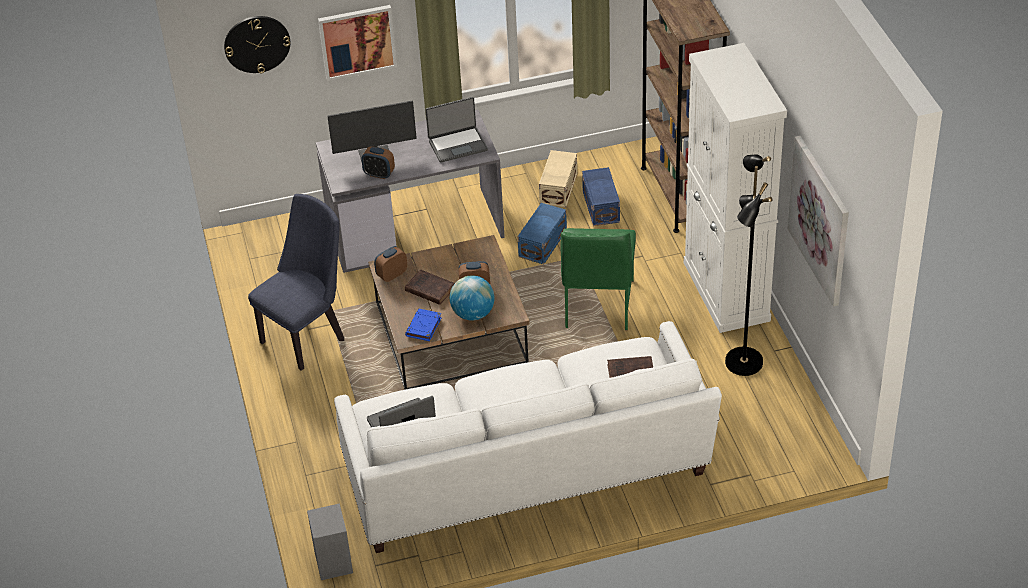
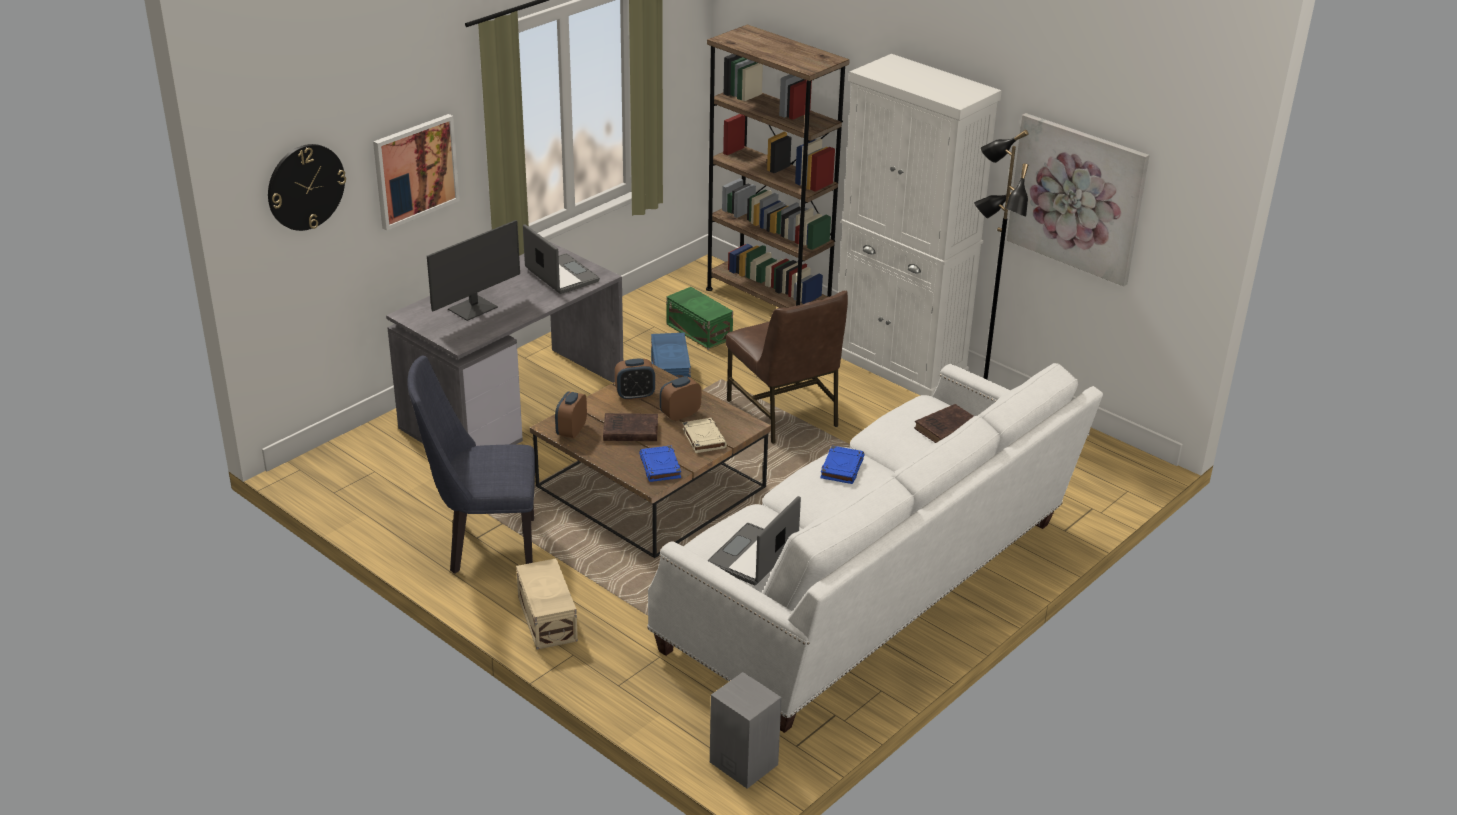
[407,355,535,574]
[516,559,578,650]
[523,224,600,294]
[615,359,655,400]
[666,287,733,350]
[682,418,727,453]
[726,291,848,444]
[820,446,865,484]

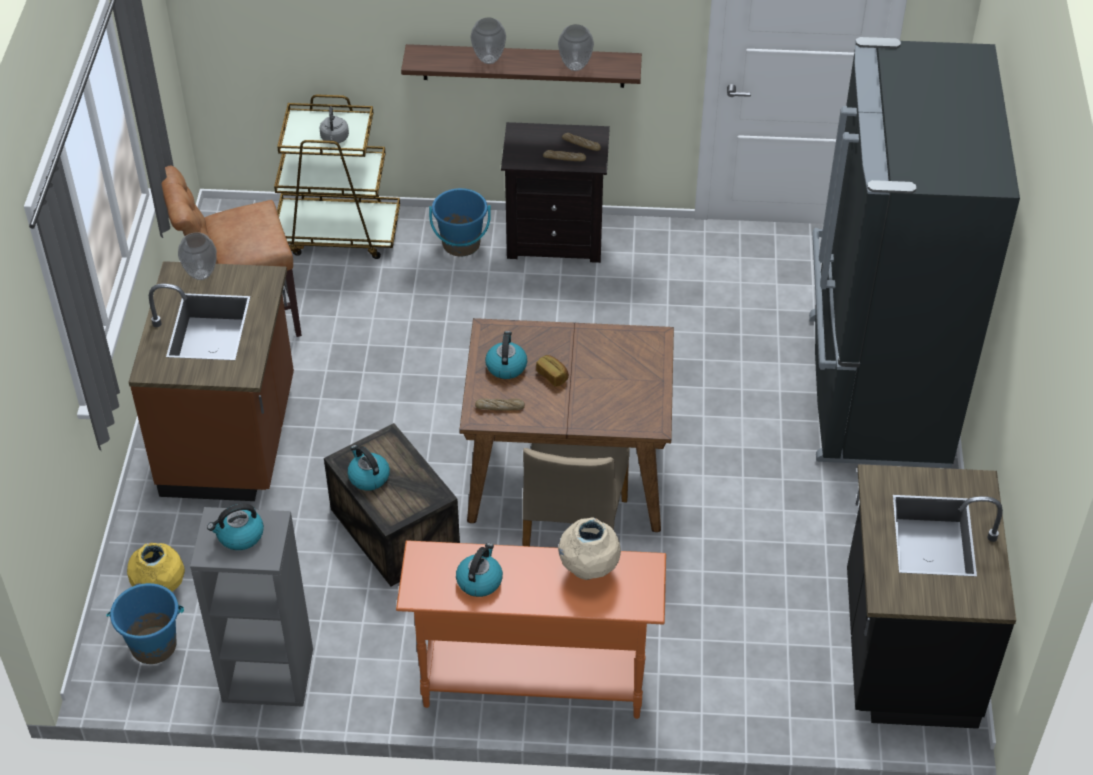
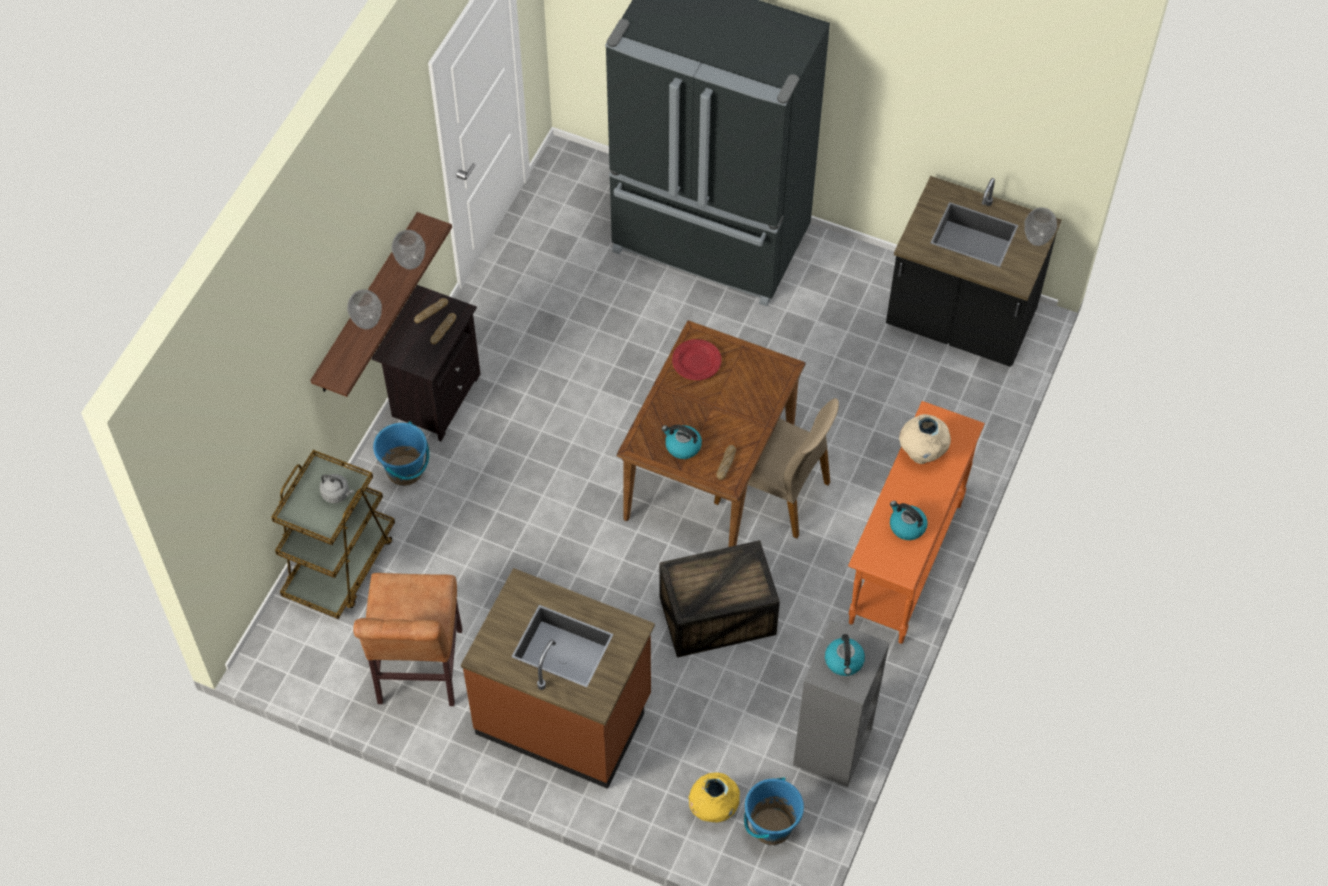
[672,339,721,380]
[1024,207,1057,246]
[347,445,390,490] (first image)
[536,355,569,387] (first image)

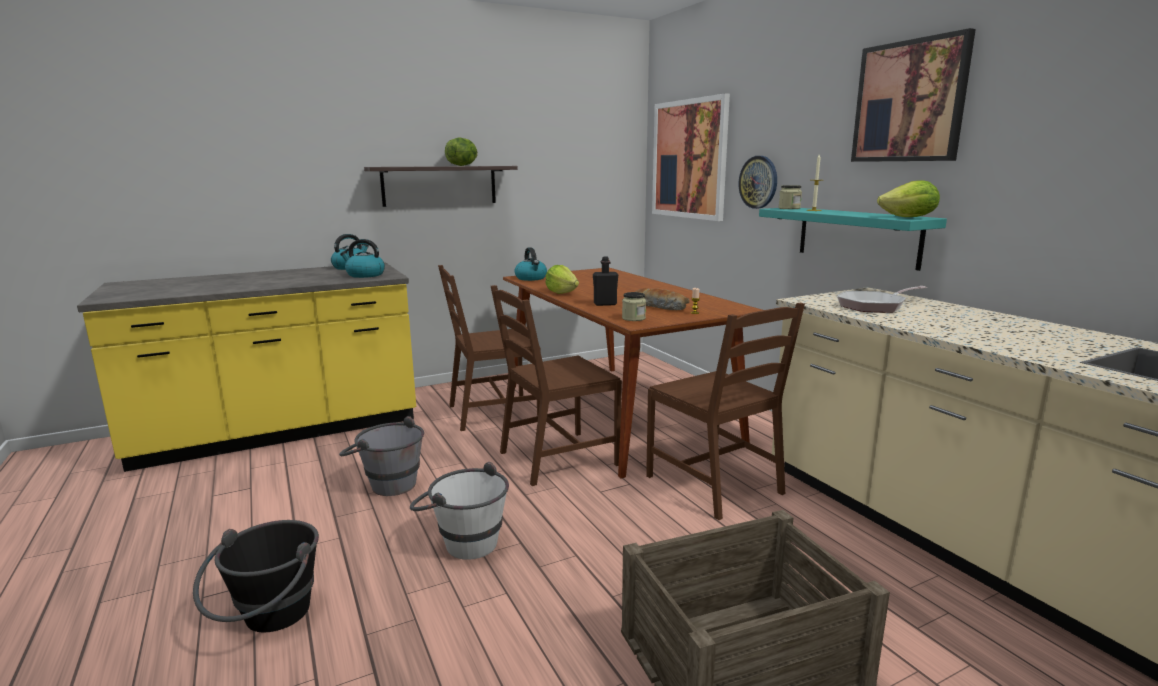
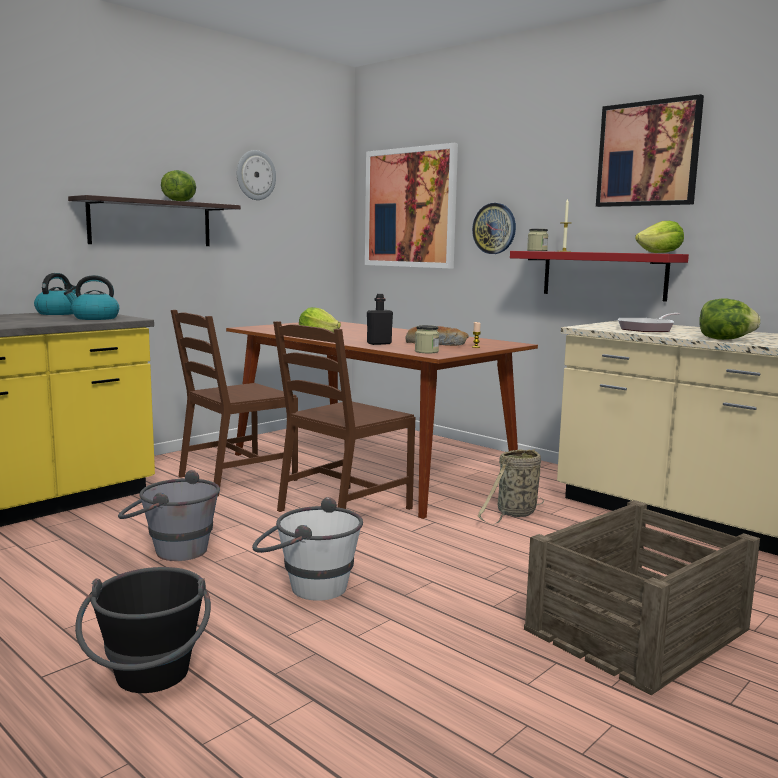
[237,150,276,200]
[478,449,544,525]
[510,251,689,302]
[700,299,761,340]
[515,247,547,281] (first image)

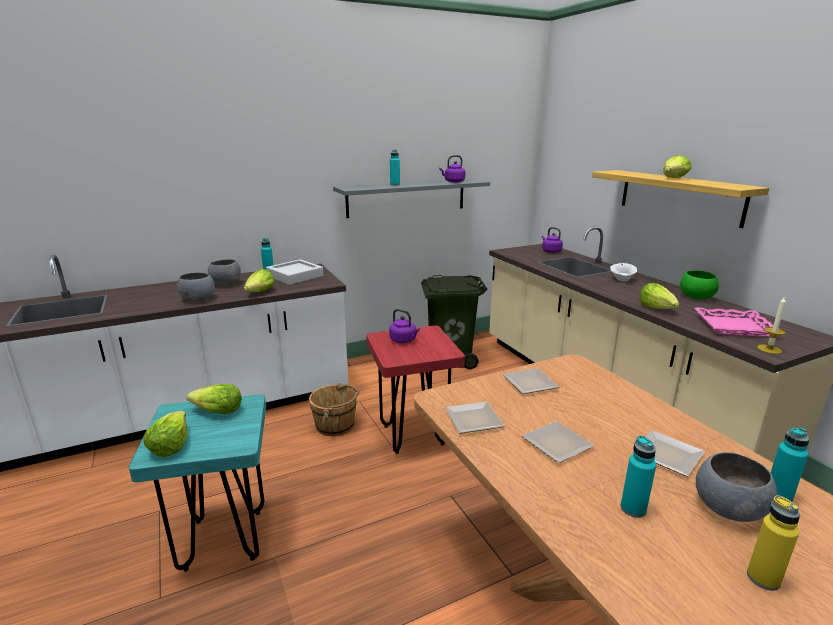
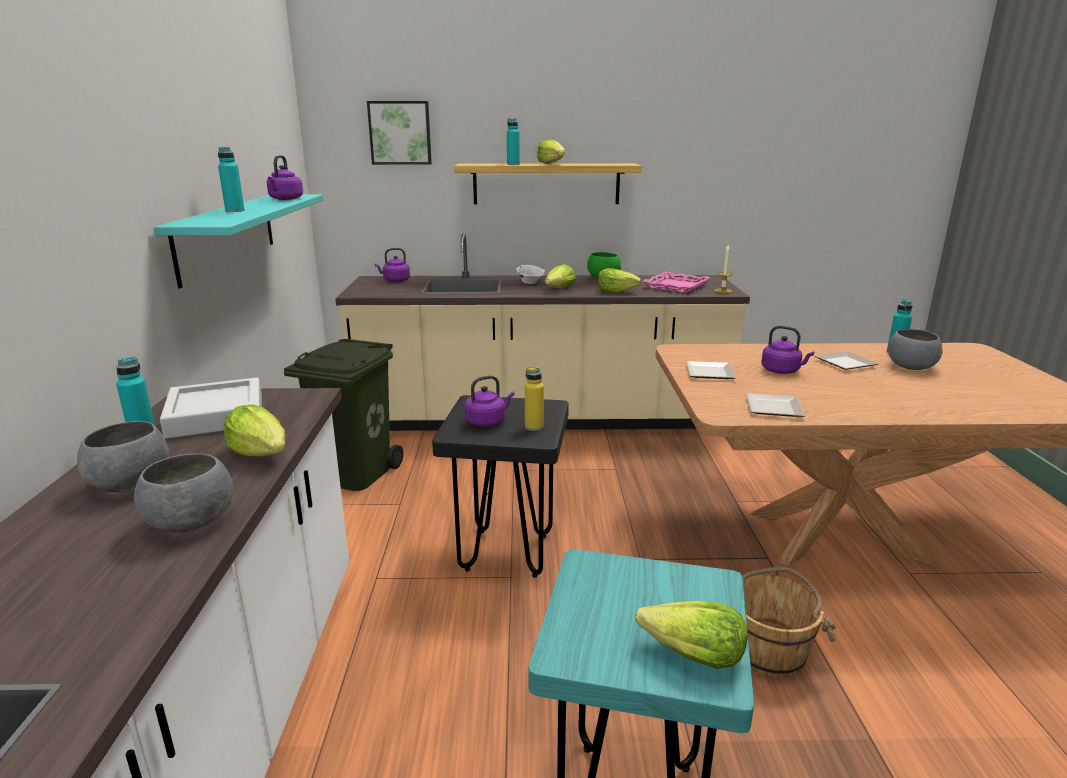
[153,194,324,288]
[367,101,432,165]
[432,395,569,578]
[507,118,520,165]
[525,367,544,431]
[545,264,576,288]
[743,567,836,677]
[761,326,815,374]
[522,421,595,463] (first image)

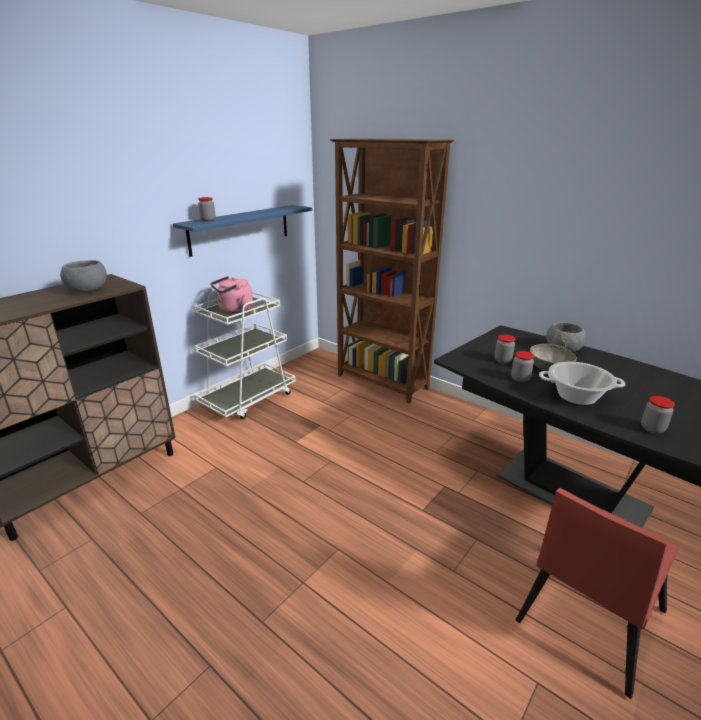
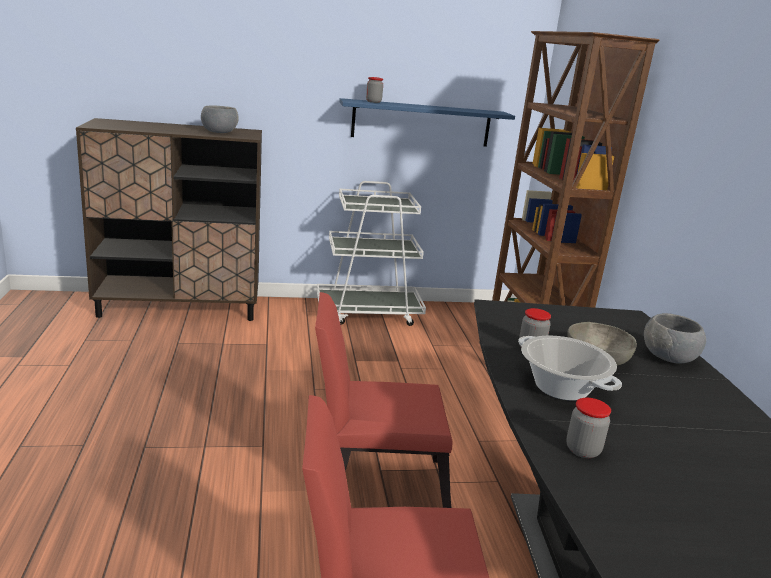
[315,292,453,508]
[211,276,253,313] (first image)
[494,334,515,364] (first image)

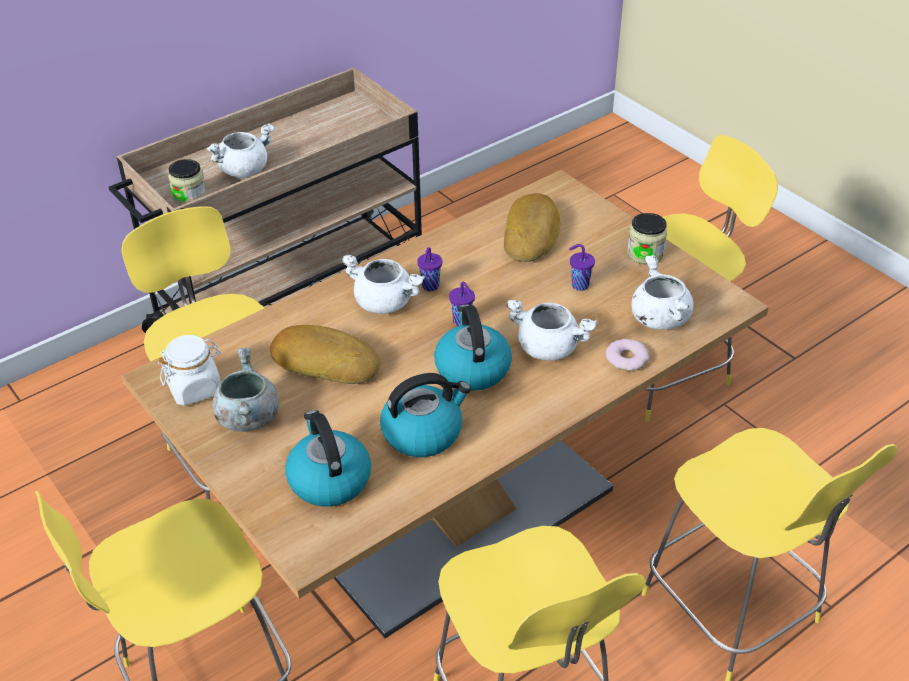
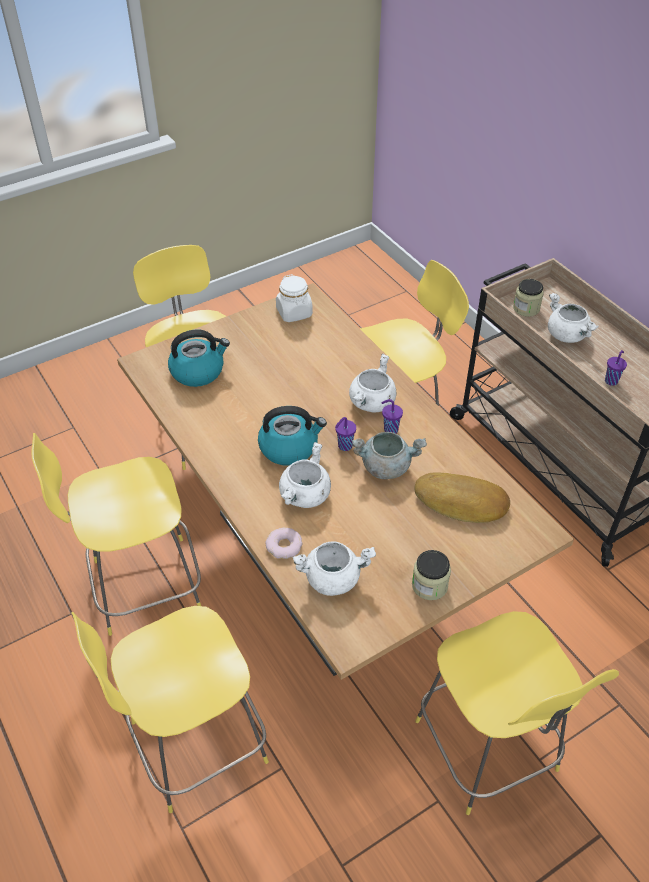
[352,432,427,479]
[605,350,627,386]
[270,325,380,384] (first image)
[380,373,471,457] (first image)

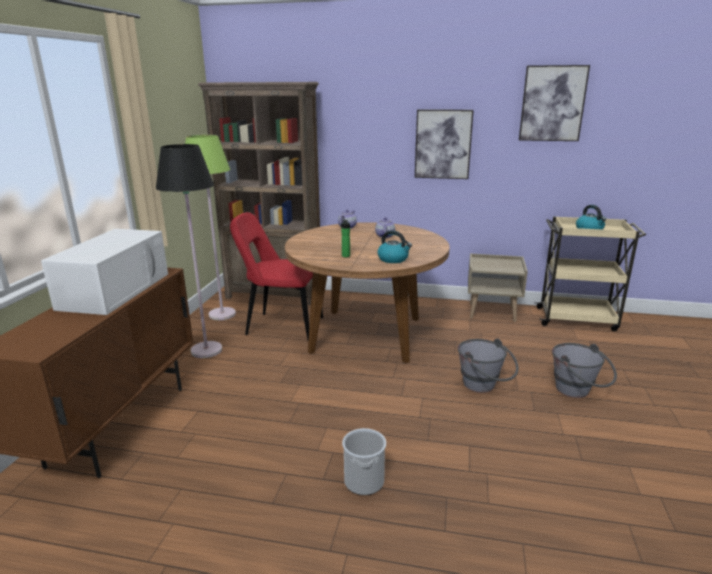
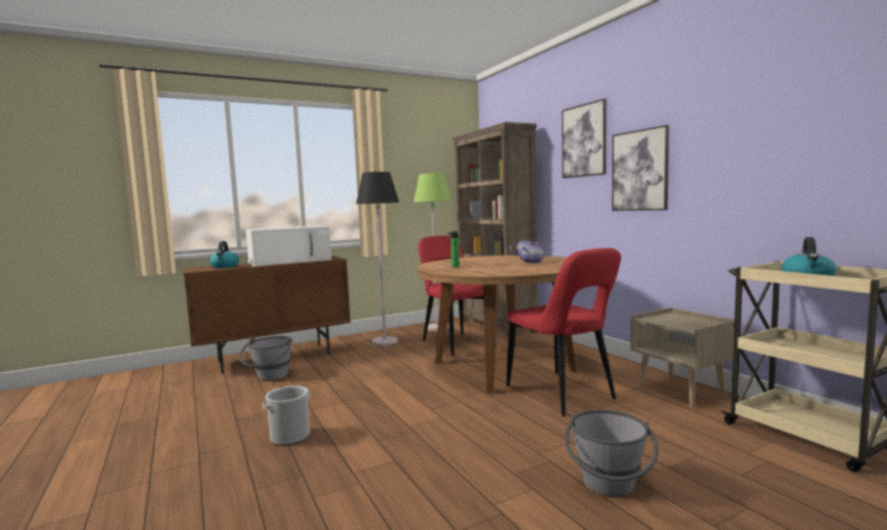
[209,241,239,268]
[239,336,293,381]
[506,248,621,416]
[562,99,607,178]

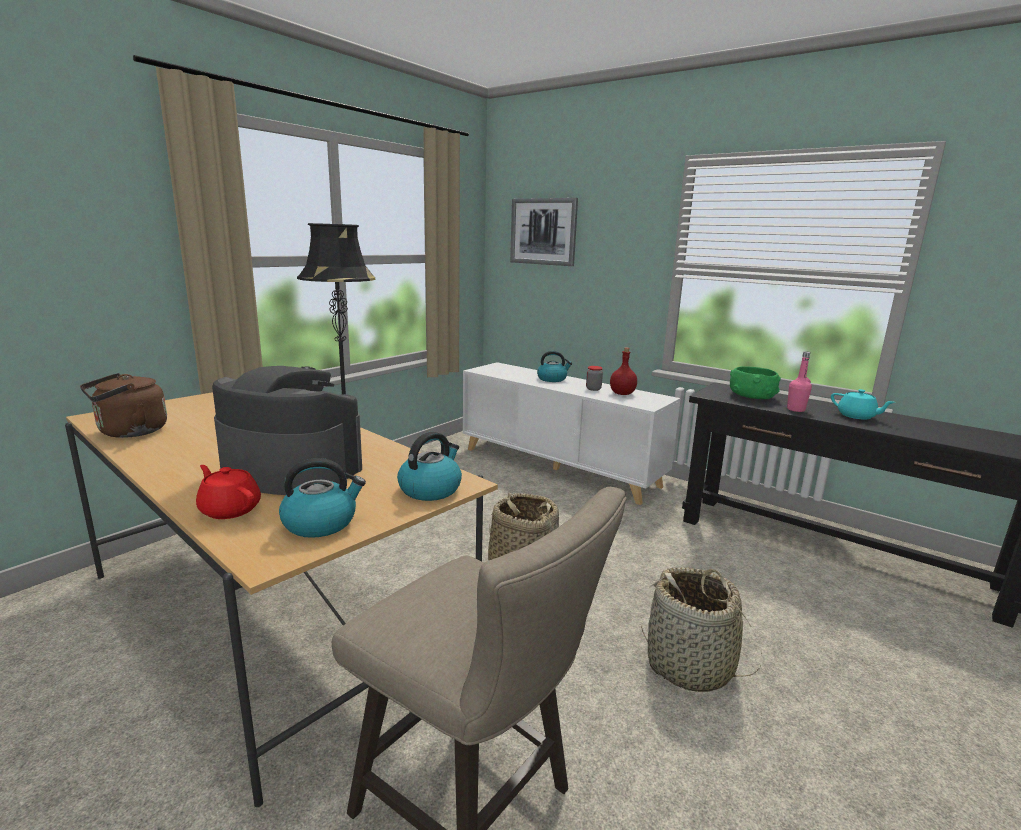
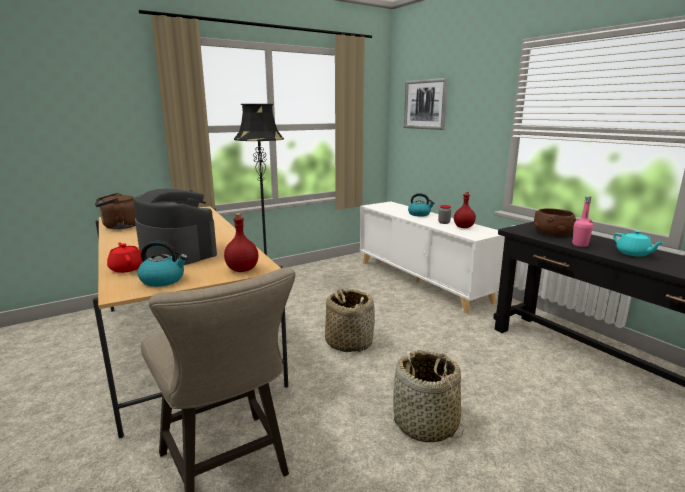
[224,213,258,272]
[534,208,576,236]

